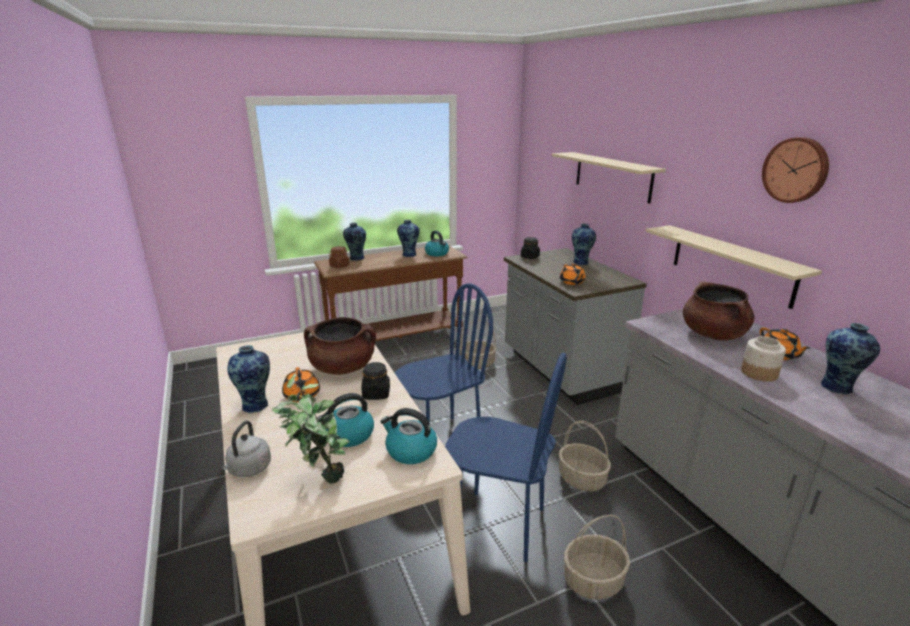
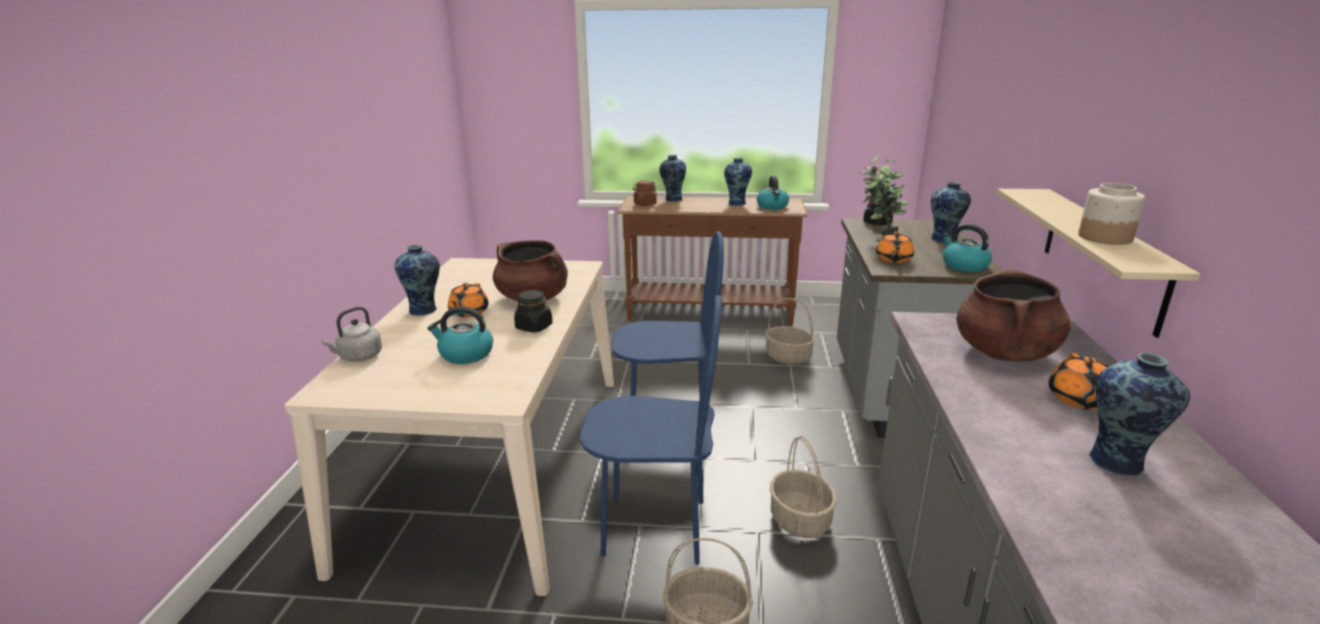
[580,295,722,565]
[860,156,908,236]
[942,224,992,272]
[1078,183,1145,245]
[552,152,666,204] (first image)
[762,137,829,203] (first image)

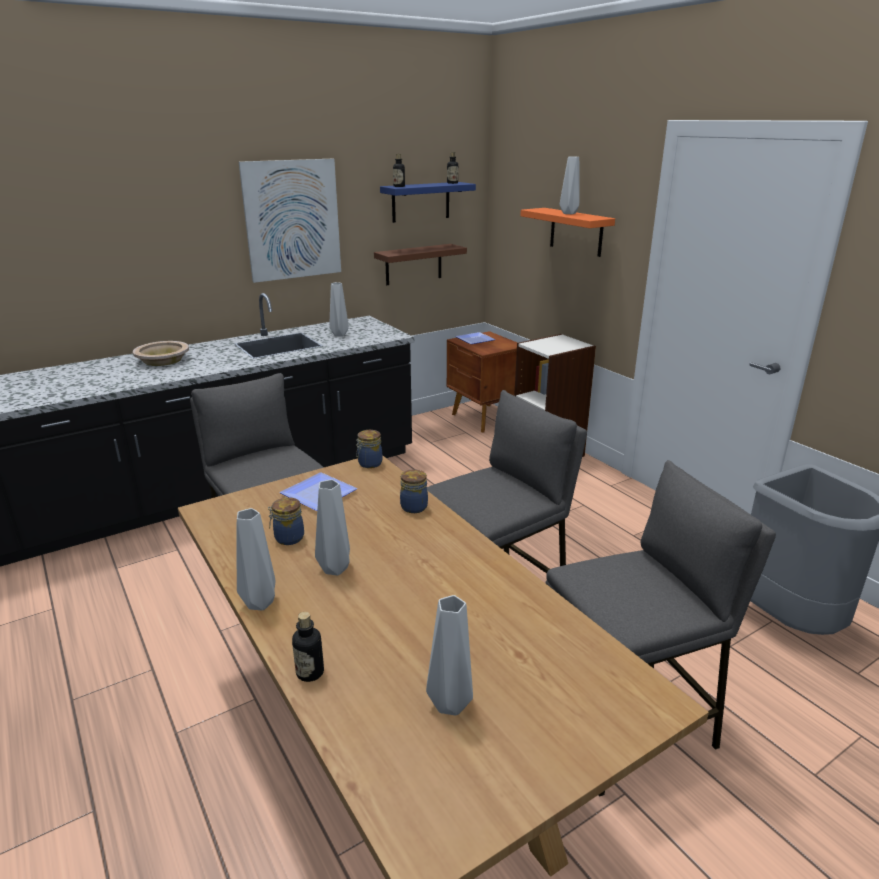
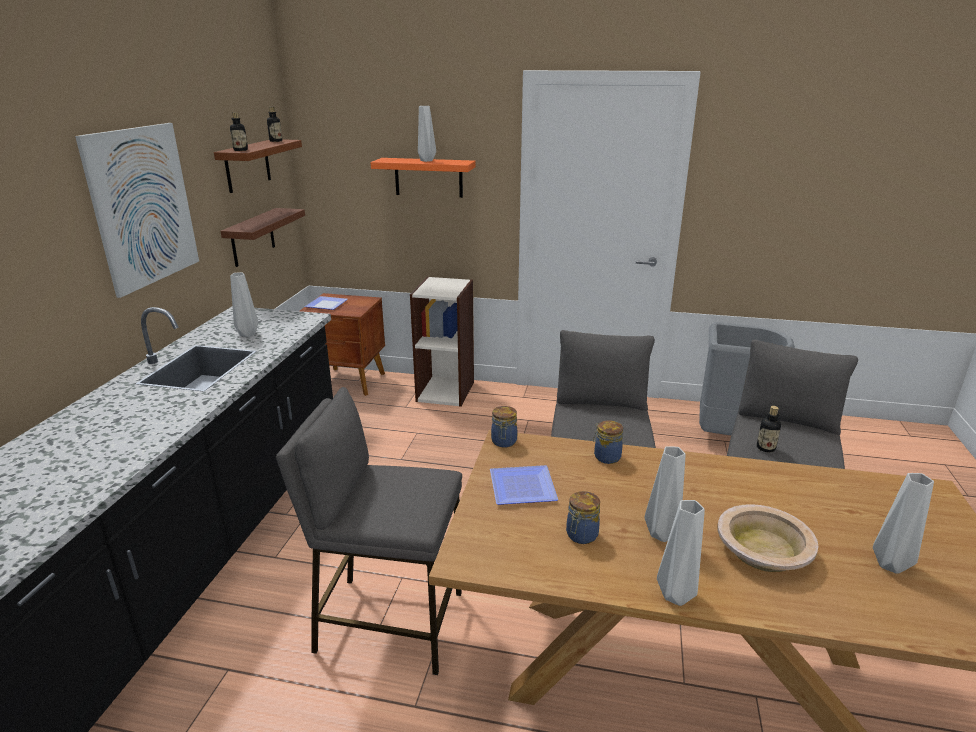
[214,139,302,193]
[717,504,818,572]
[757,406,781,452]

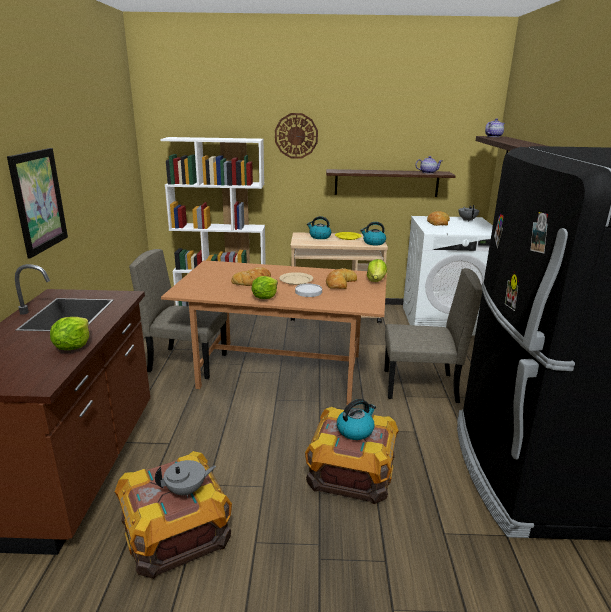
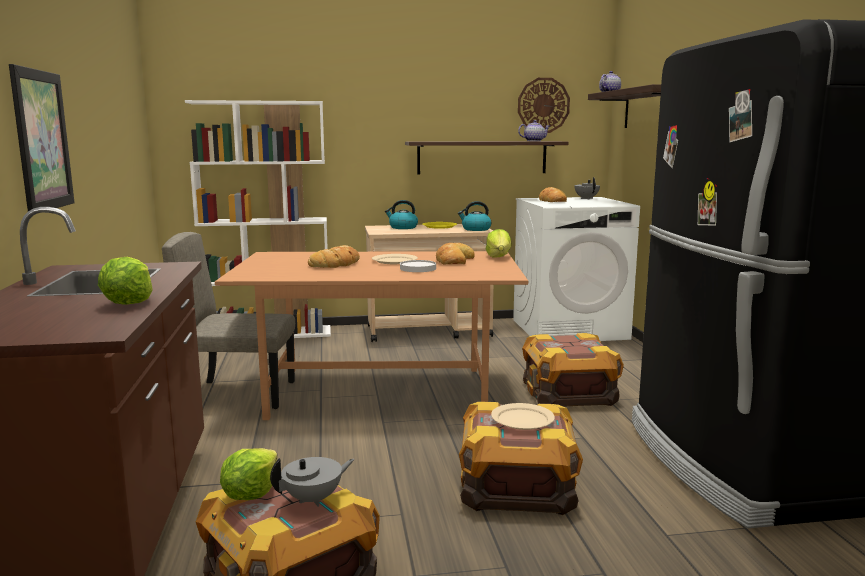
[220,448,278,500]
[491,403,555,430]
[518,78,570,133]
[522,333,624,407]

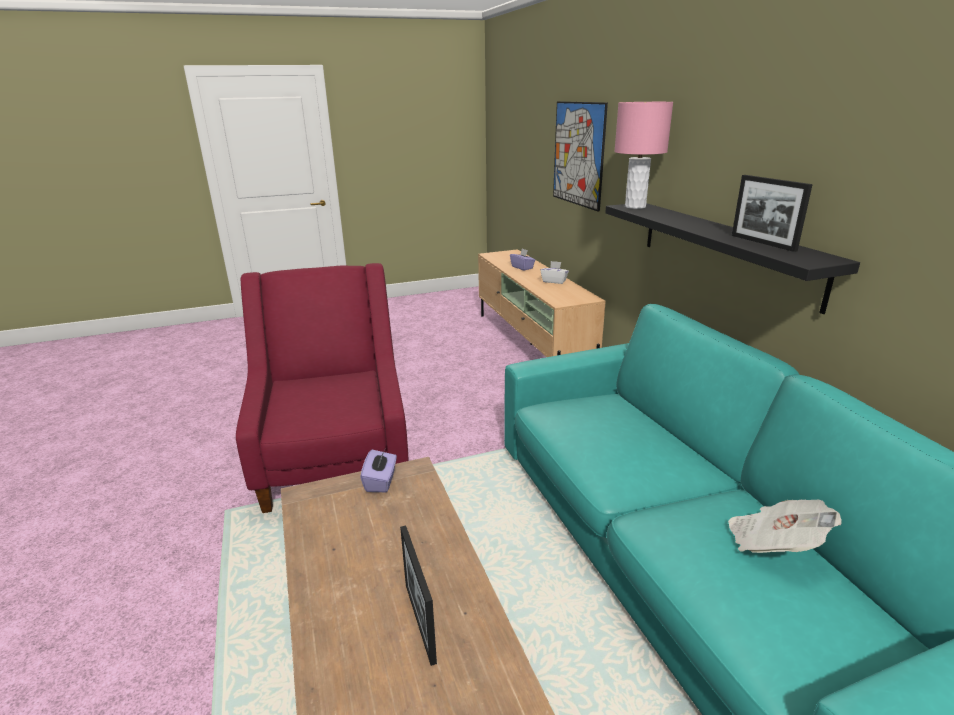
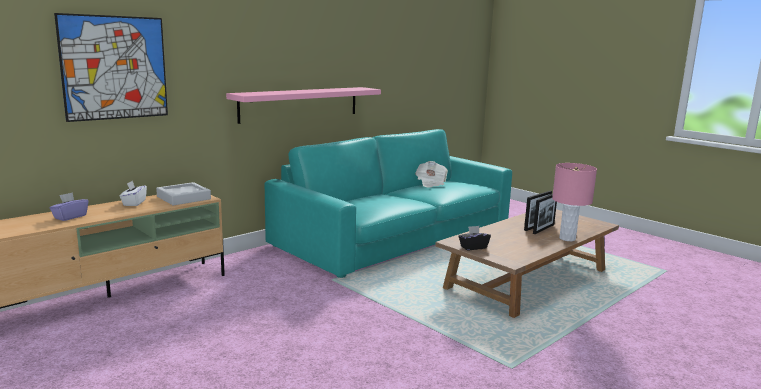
[156,182,211,206]
[226,87,381,124]
[458,226,491,250]
[533,194,557,234]
[552,163,597,241]
[236,263,409,513] (first image)

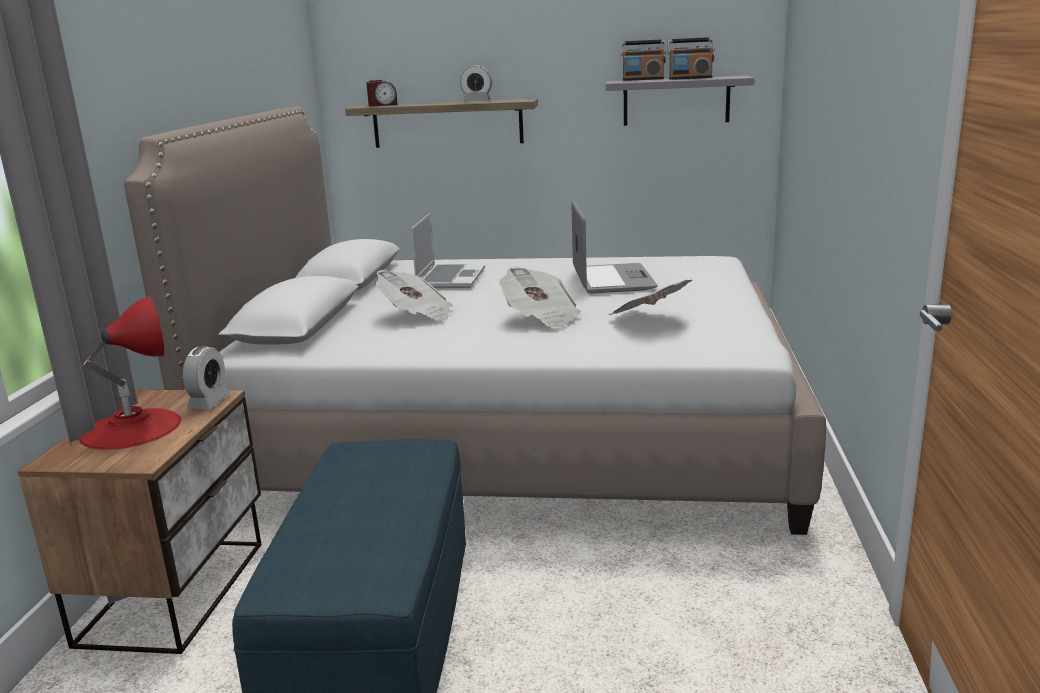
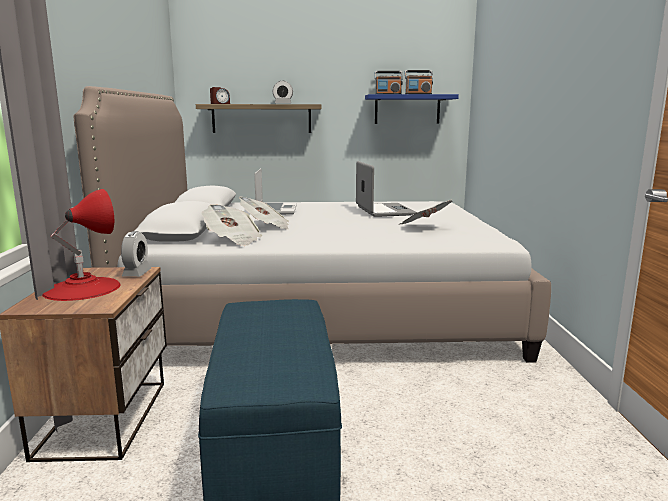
[201,204,262,246]
[365,94,459,124]

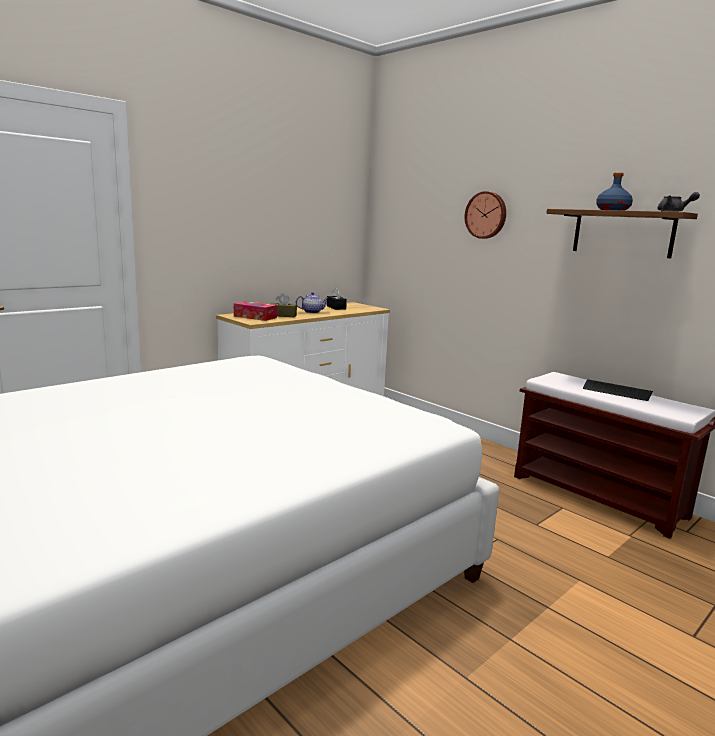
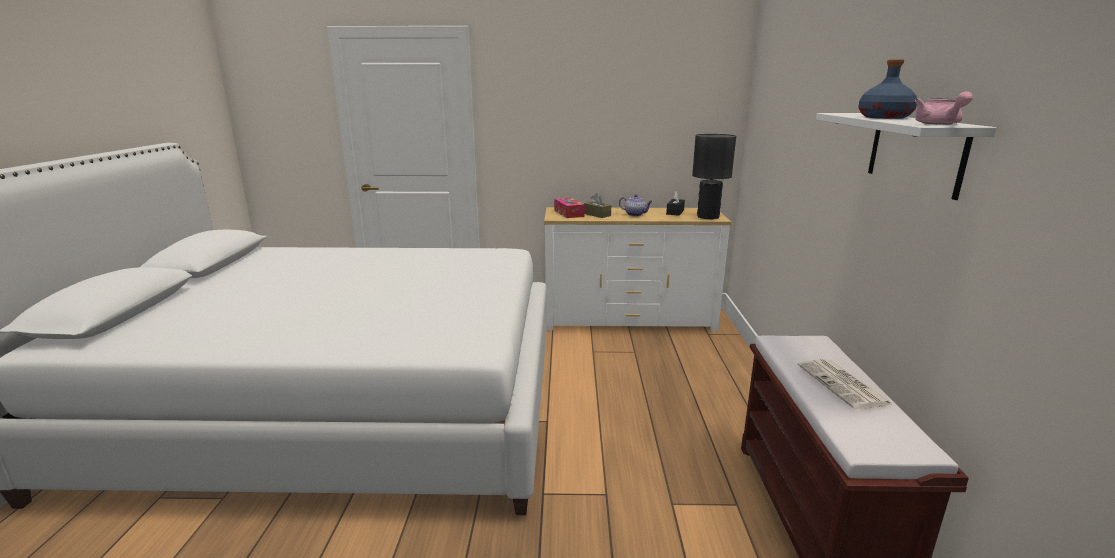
[692,134,736,220]
[798,359,893,409]
[816,113,997,200]
[915,91,973,125]
[465,191,506,239] (first image)

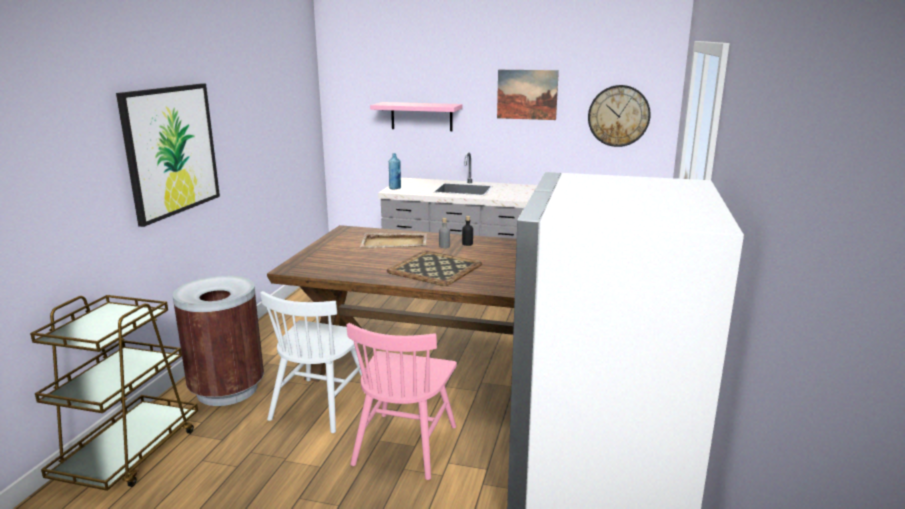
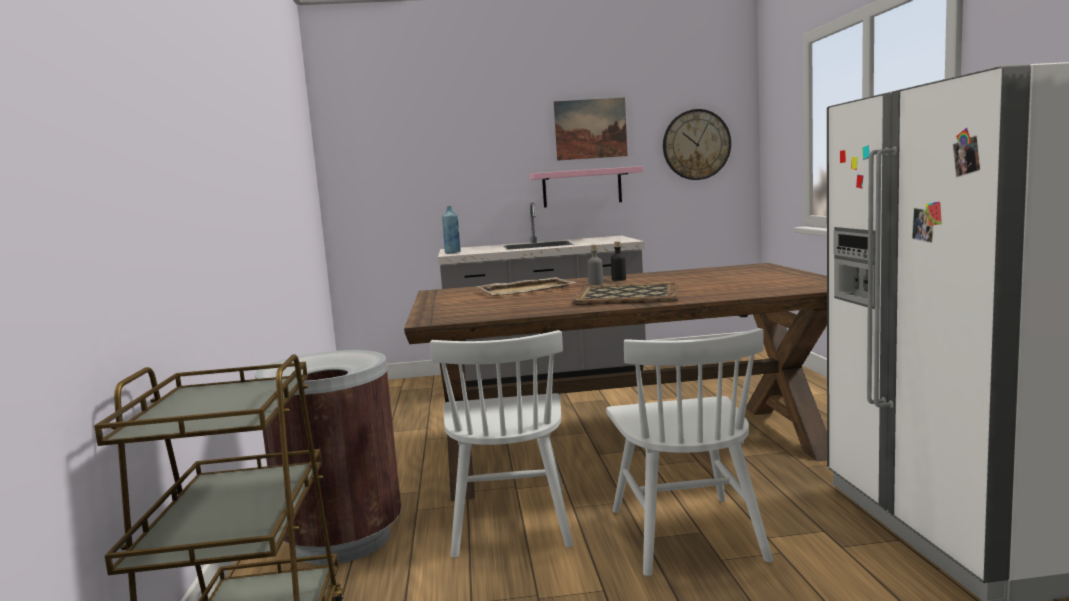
[529,166,643,208]
[606,328,773,576]
[116,84,220,227] (first image)

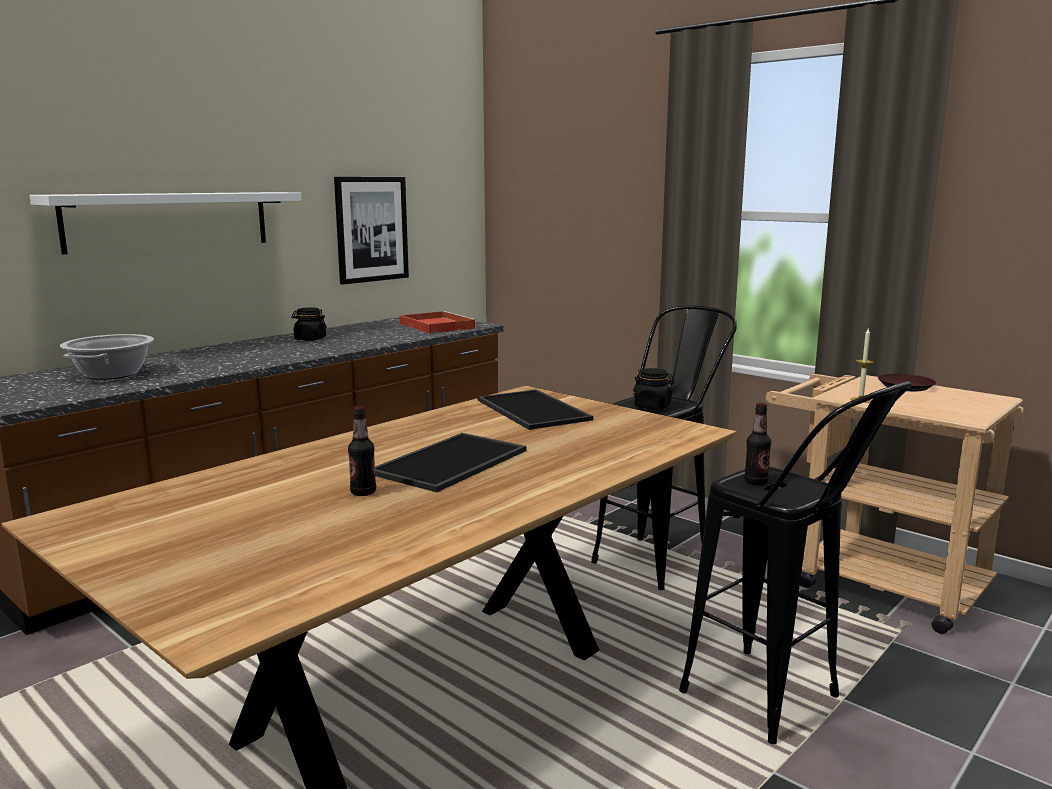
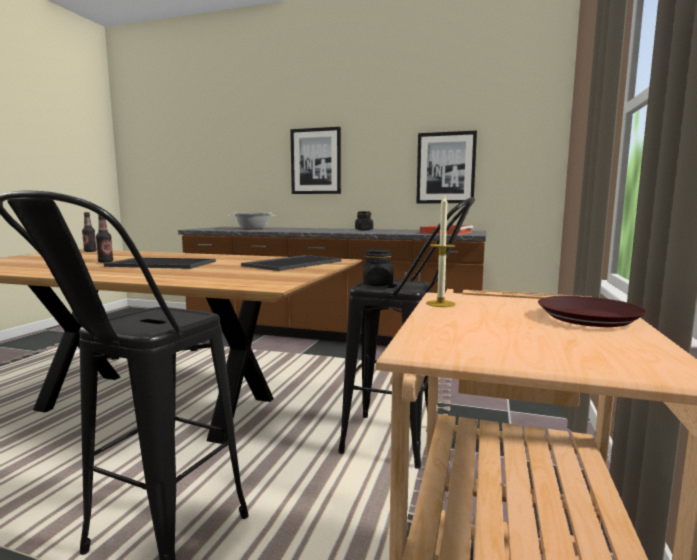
[82,212,97,252]
[290,127,341,194]

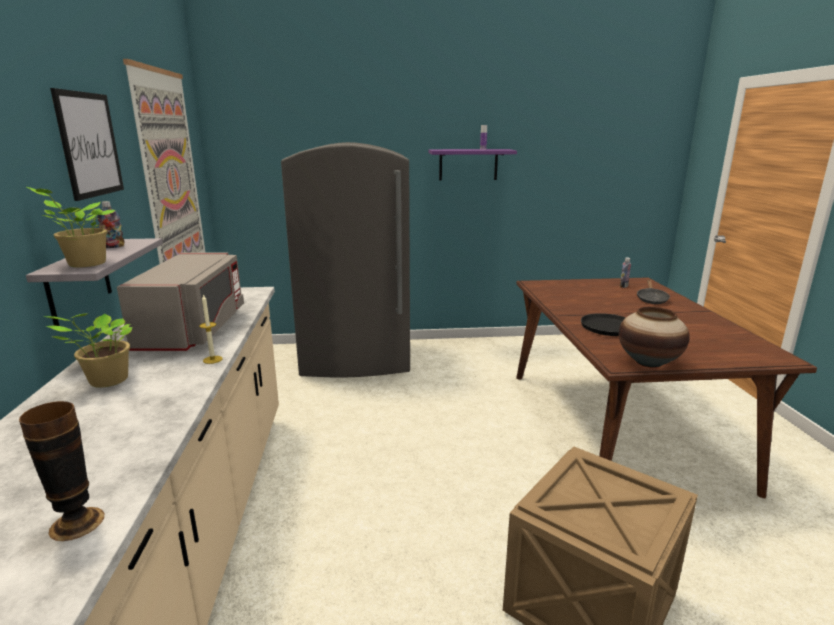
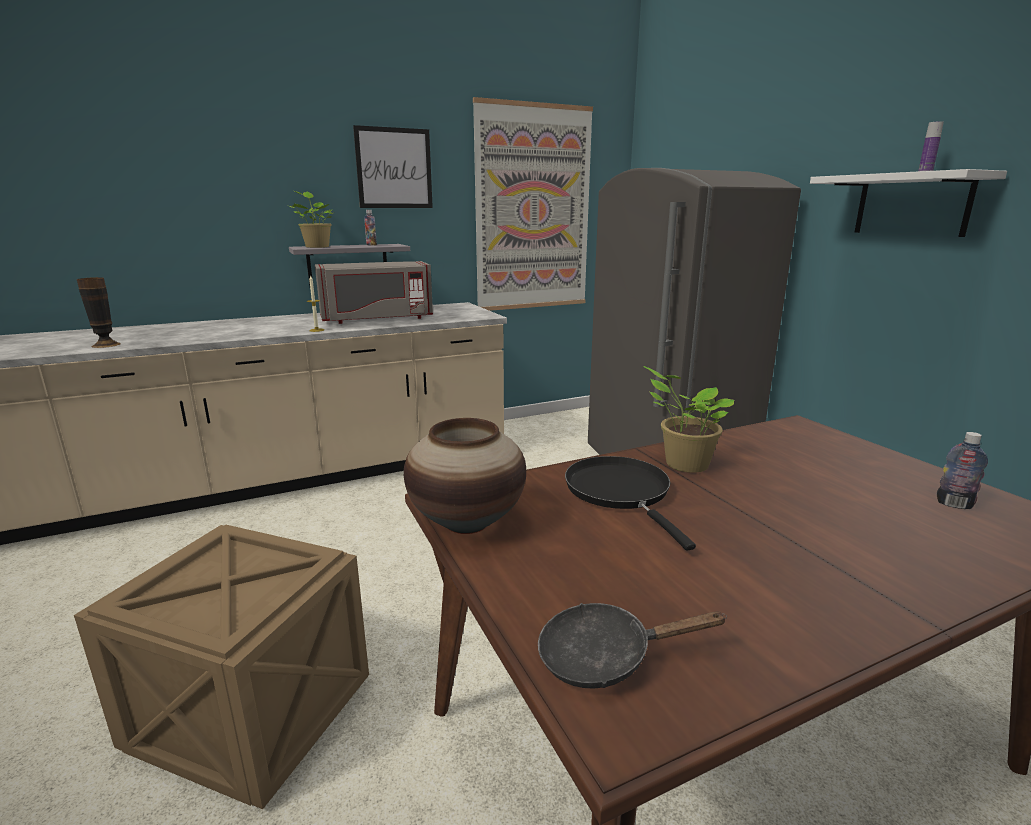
[538,603,727,689]
[644,366,734,473]
[810,169,1007,237]

